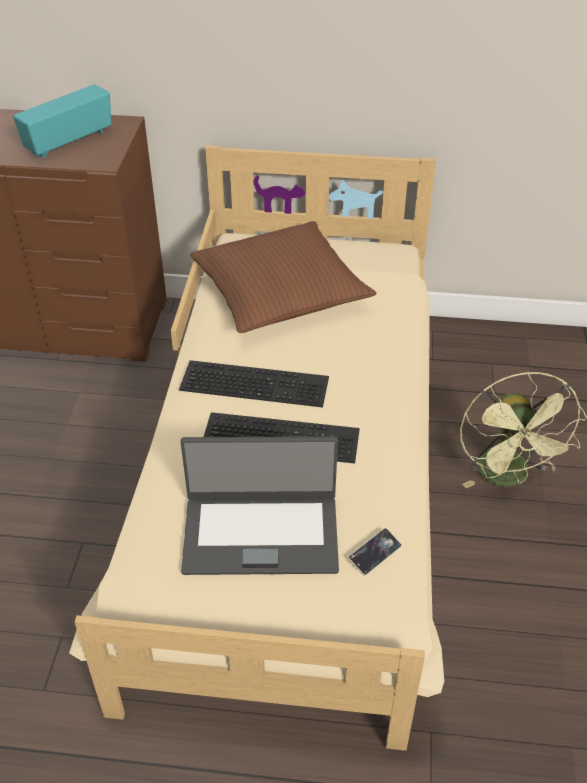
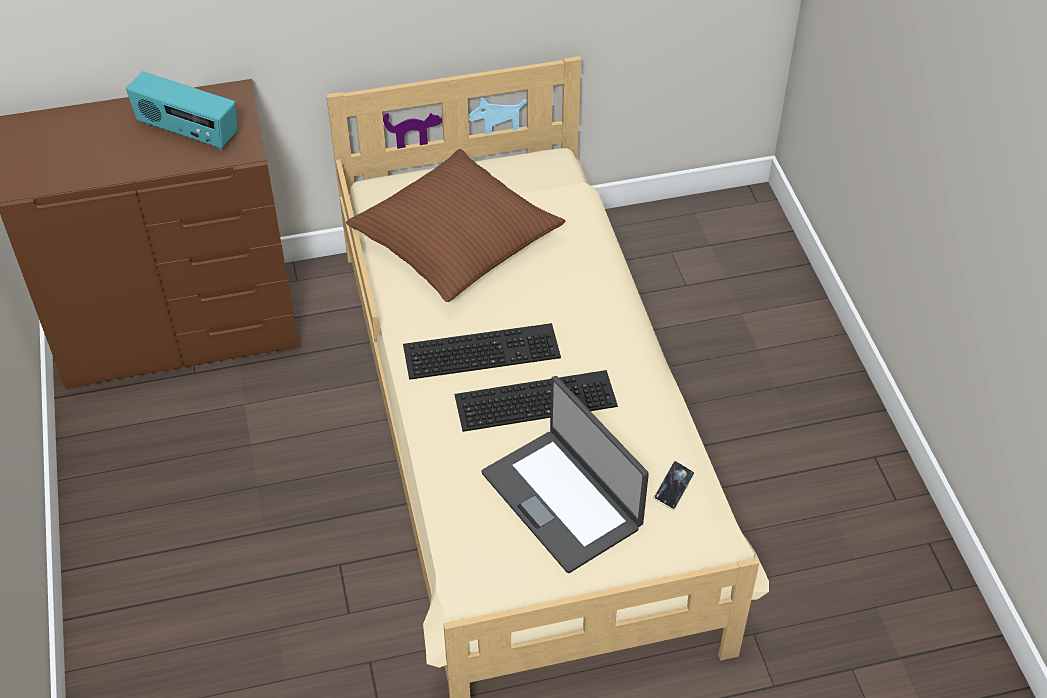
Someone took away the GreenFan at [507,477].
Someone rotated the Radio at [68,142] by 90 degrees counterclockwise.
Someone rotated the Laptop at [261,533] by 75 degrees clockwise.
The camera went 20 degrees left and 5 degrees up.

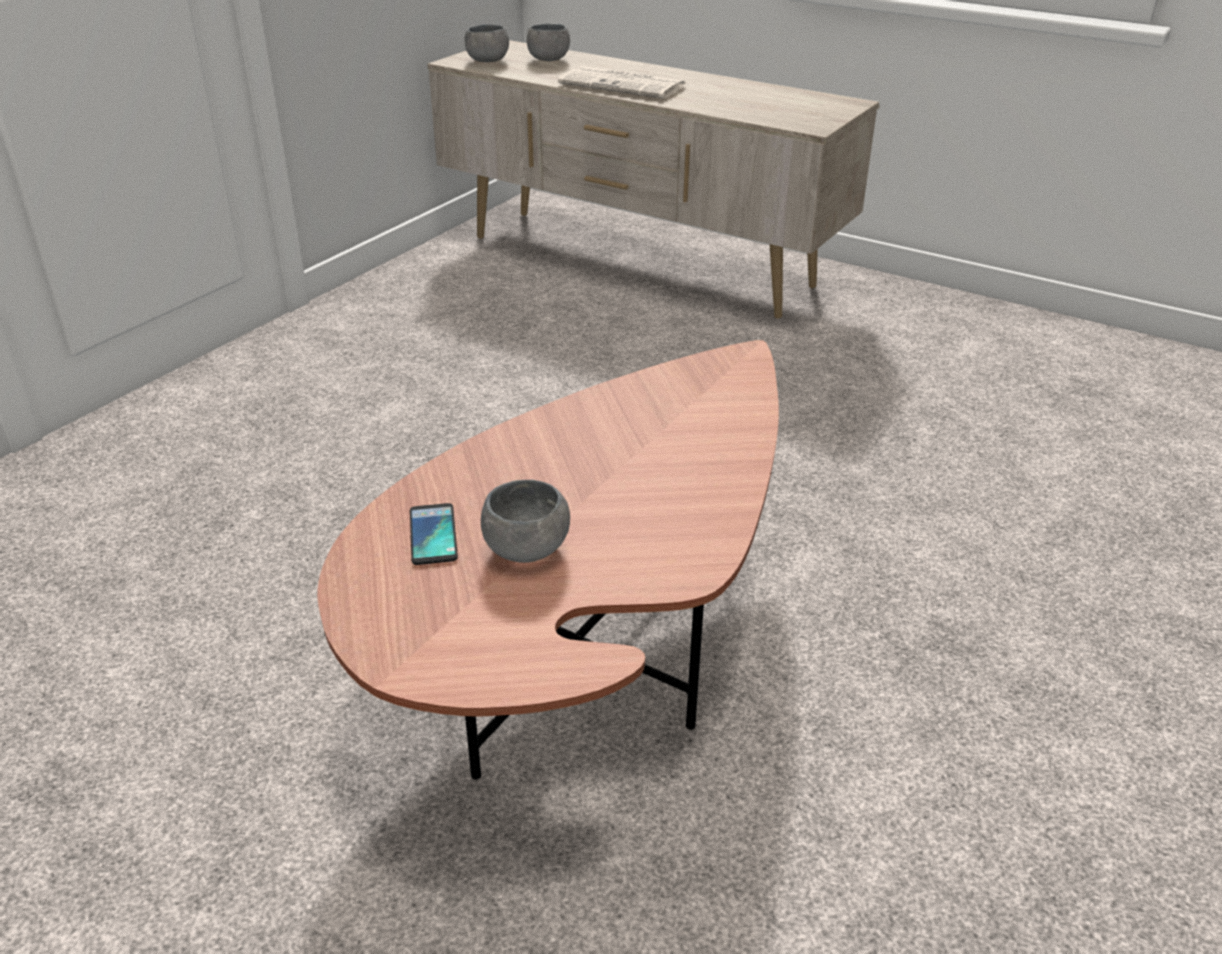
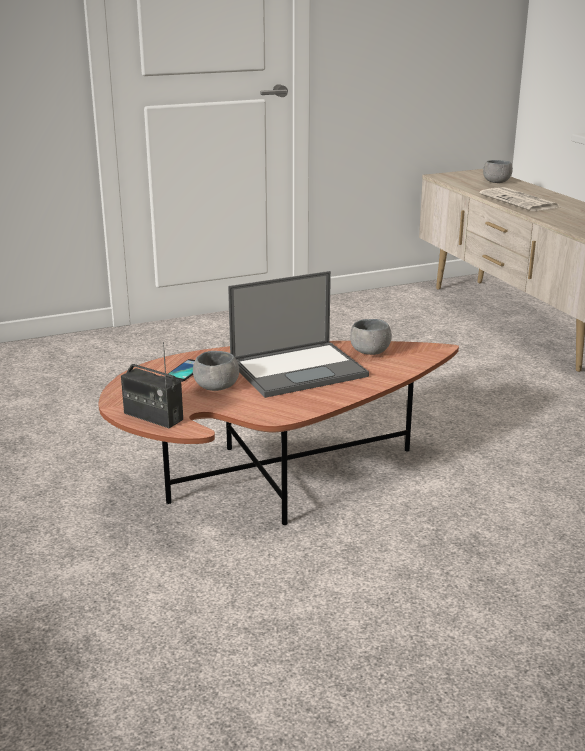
Someone put down the Radio at [153,416].
Someone put down the Laptop at [299,369].
Someone carried the GreyBowl from [488,61] to [370,352].
The camera went 35 degrees right and 10 degrees down.

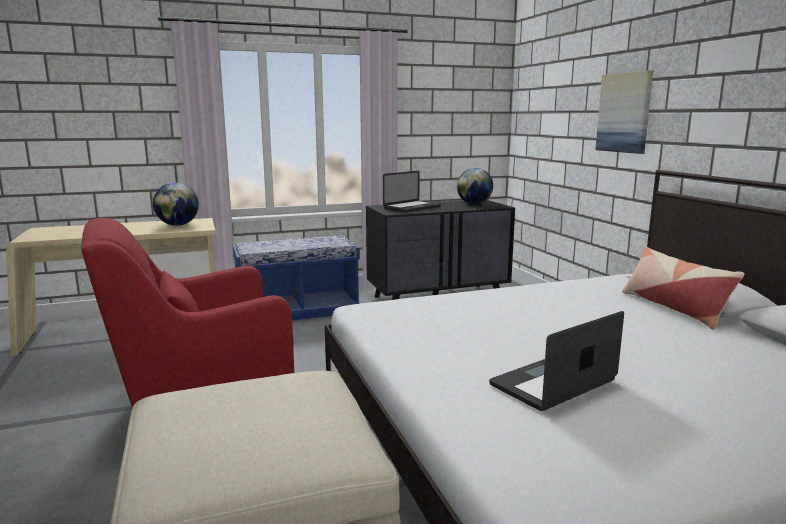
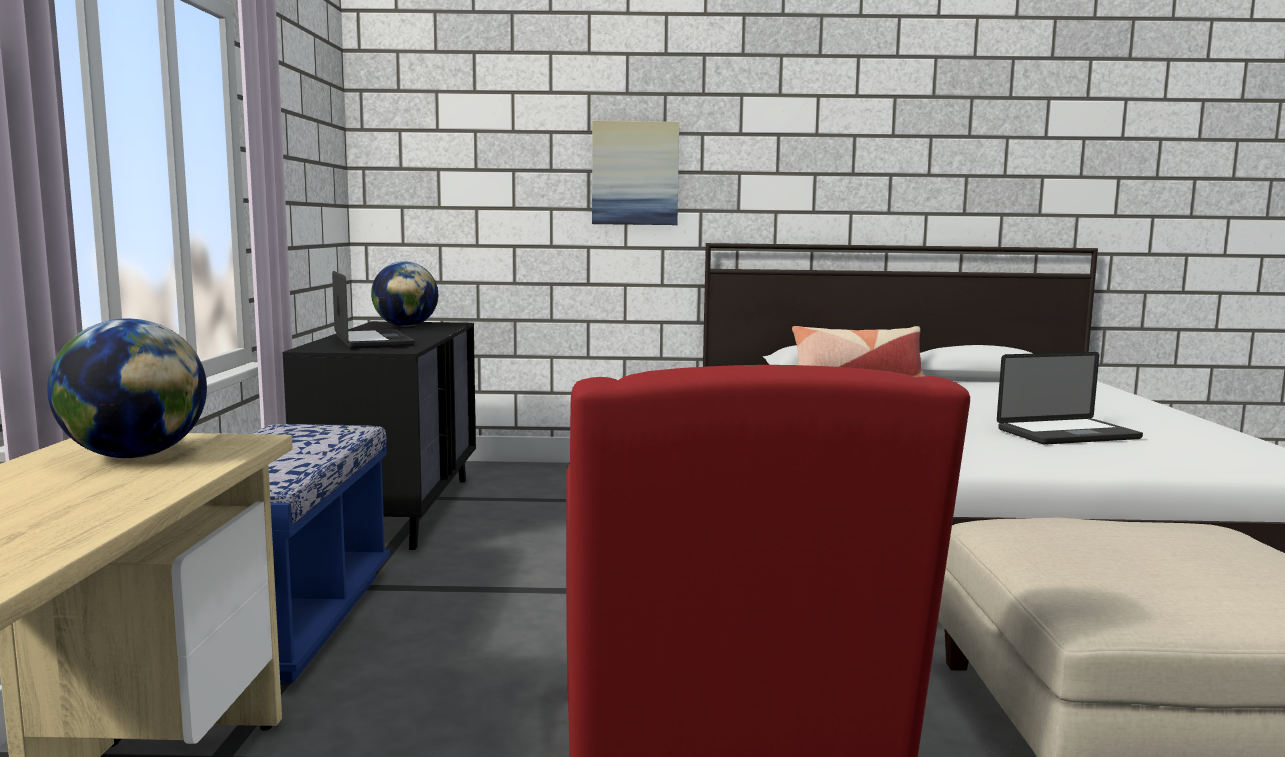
Someone rotated the Laptop at [553,383] by 90 degrees counterclockwise.
The camera went 70 degrees left and 5 degrees down.

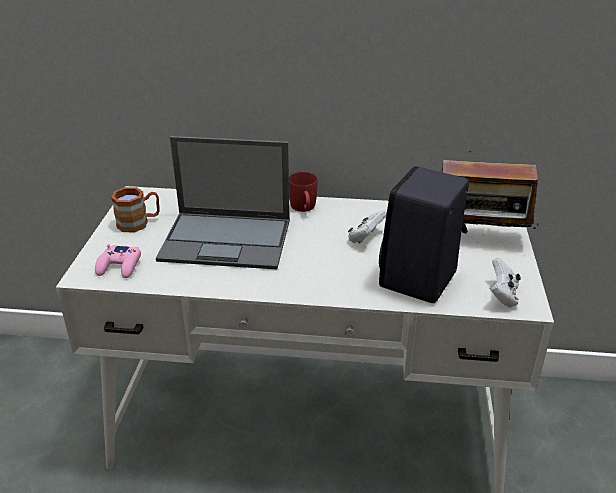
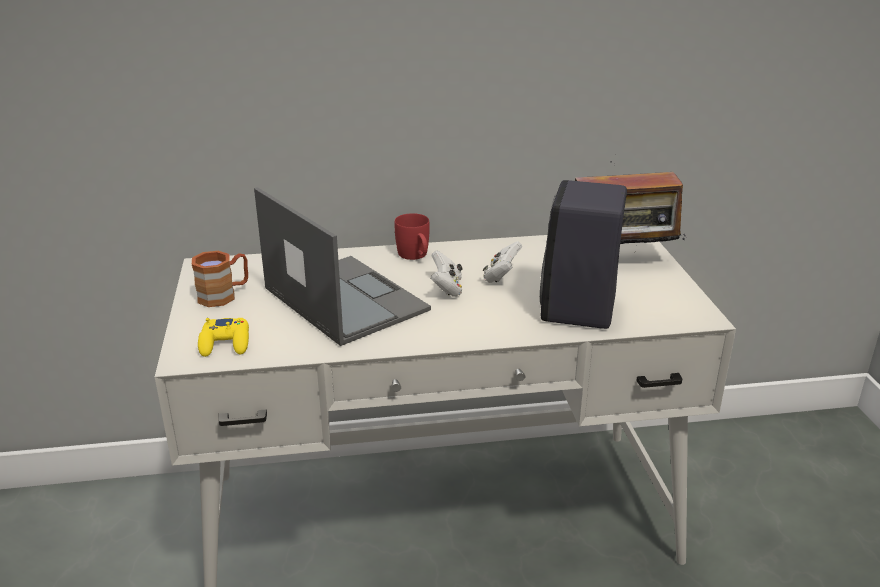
Someone carried the WhiteGameController from [502,296] to [446,288].
Someone repainted the PinkGameController at [120,266], which became the YellowGameController at [226,343].
Someone rotated the Laptop at [228,240] by 120 degrees counterclockwise.
The camera went 15 degrees left and 5 degrees down.

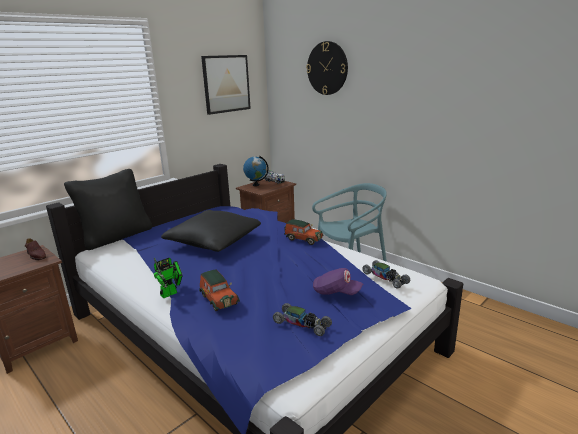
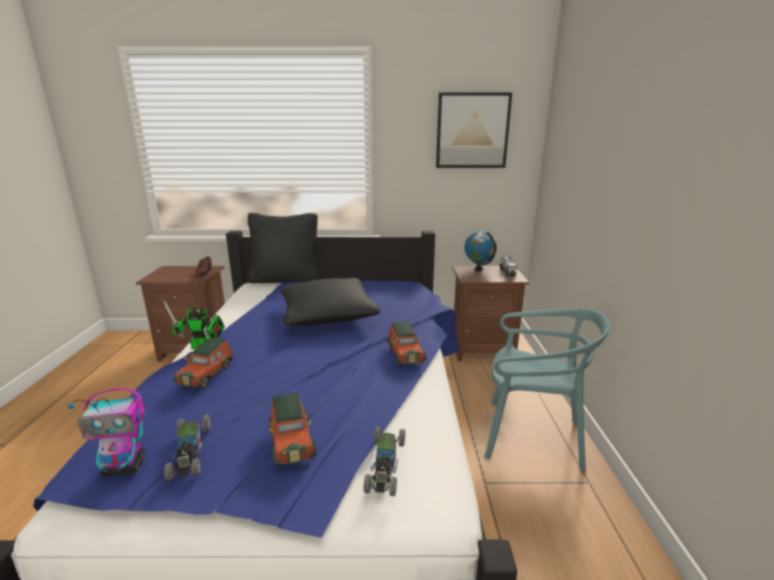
Someone took away the WallClock at [327,68].
Someone put down the ToyRobot at [125,466].
Someone swapped the PurpleCap at [336,292] for the ToyCar at [291,441].
The camera went 45 degrees right and 0 degrees up.

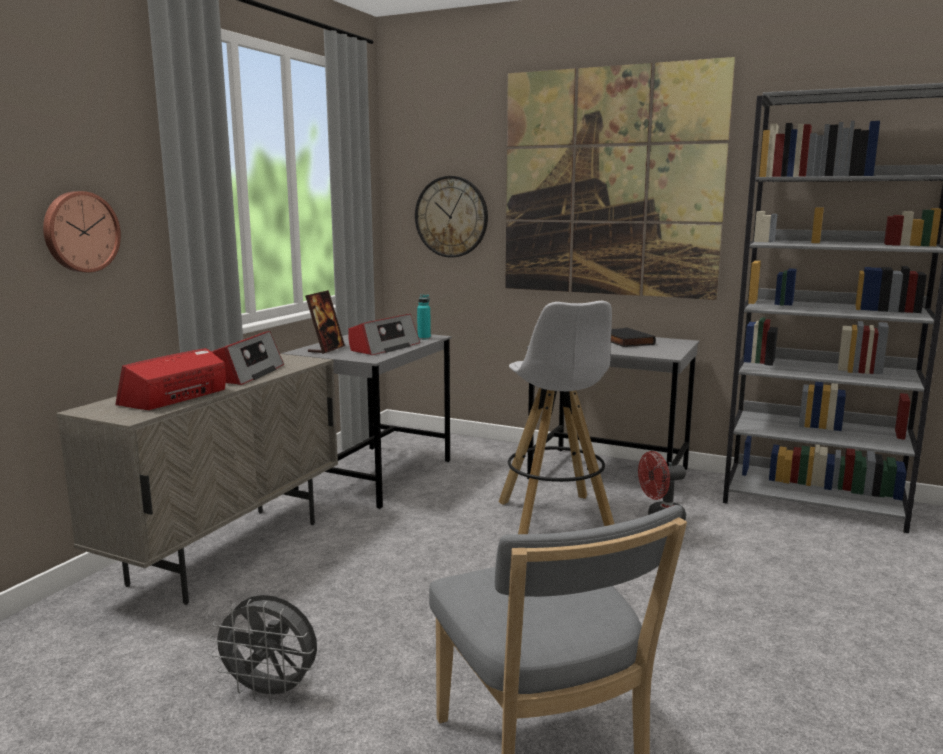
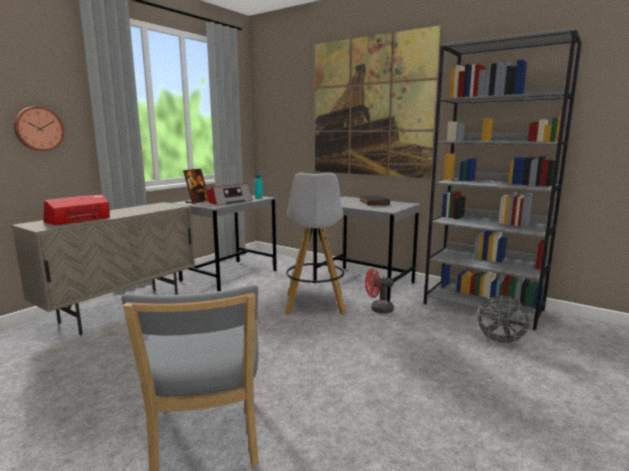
Someone took away the Radio at [245,374].
Someone took away the WallClock at [451,217].
Someone carried the GreyFan from [271,692] to [500,342].
The camera went 10 degrees right and 0 degrees up.

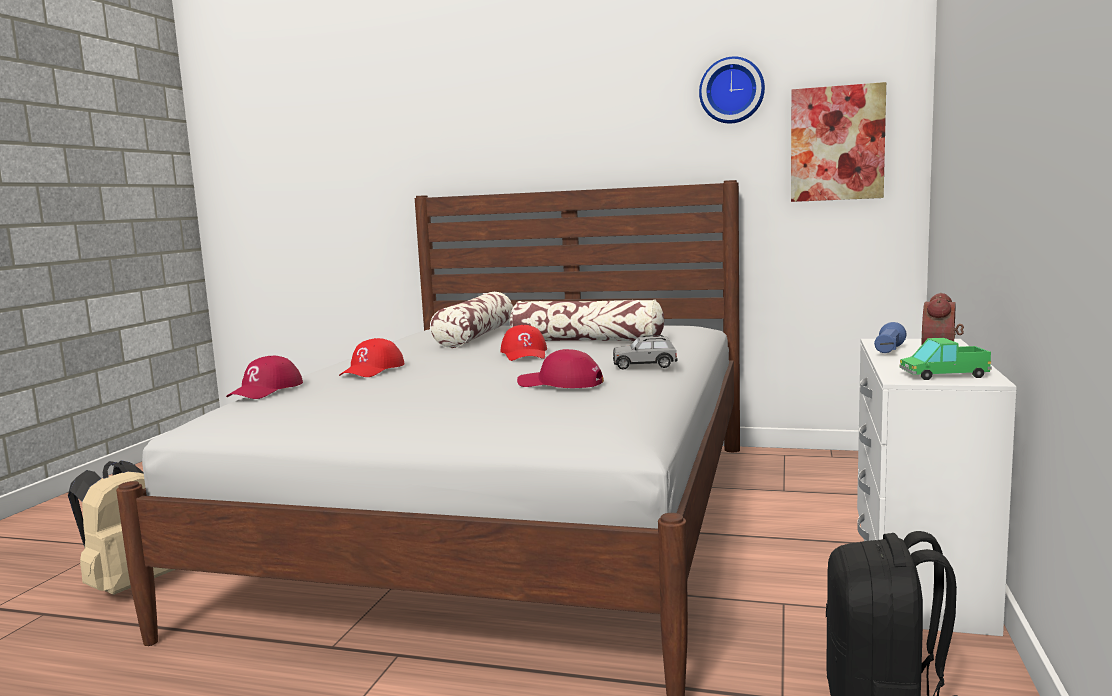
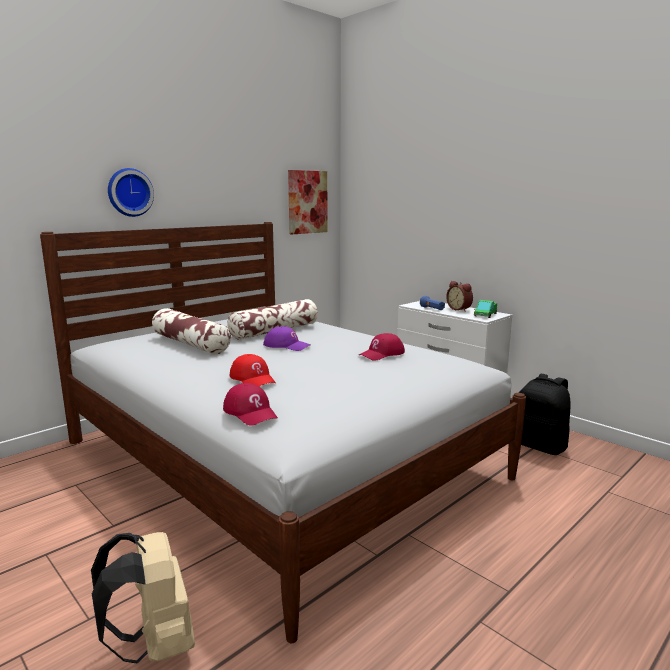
Someone took away the GreyToyCar at [644,365].
Someone carried the WallClock from [731,91] to [129,192].
Someone repainted the RedCap at [525,354], which became the PurpleCap at [287,346].
The camera went 60 degrees left and 5 degrees up.

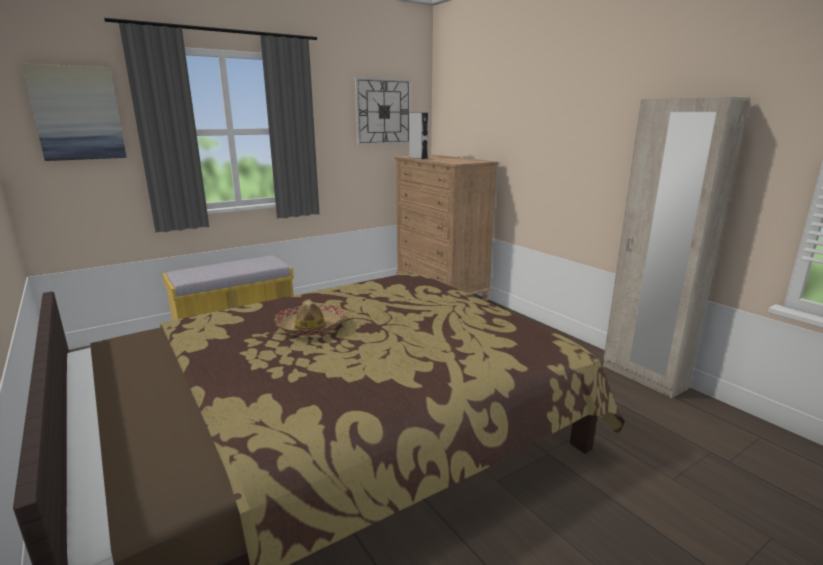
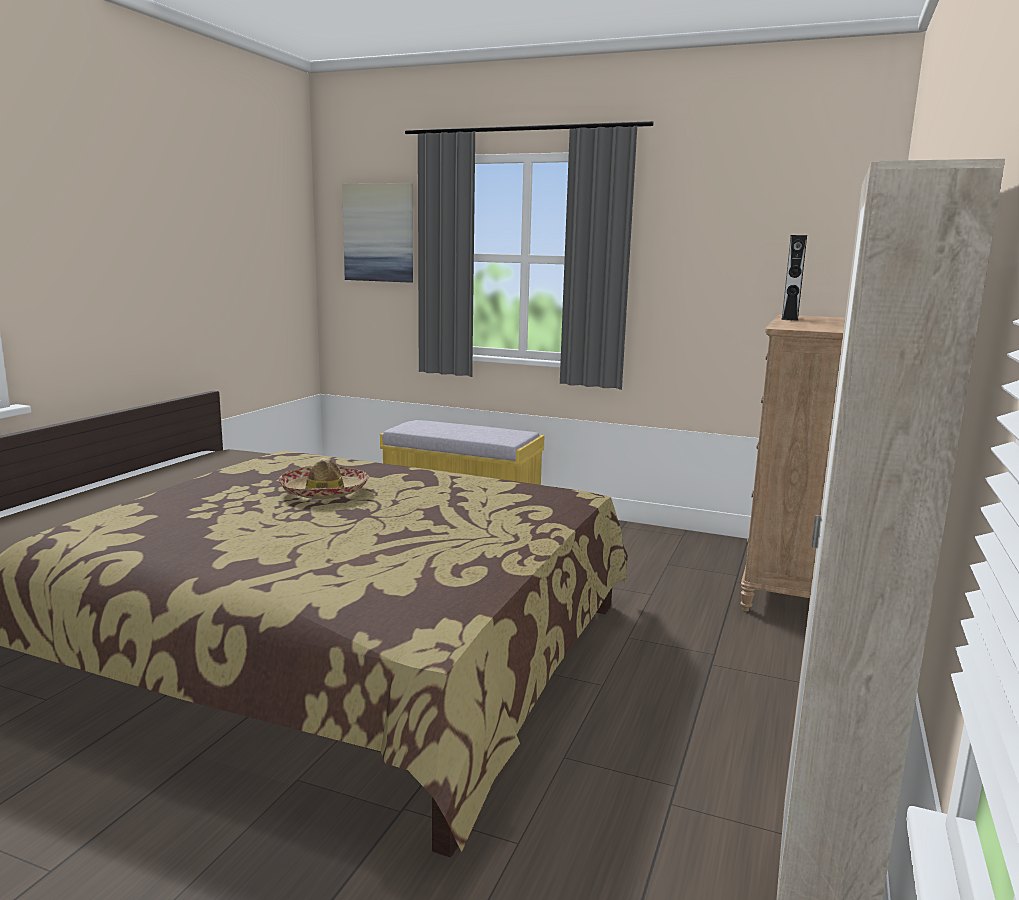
Someone took away the WallClock at [383,112].
The camera went 55 degrees right and 5 degrees down.

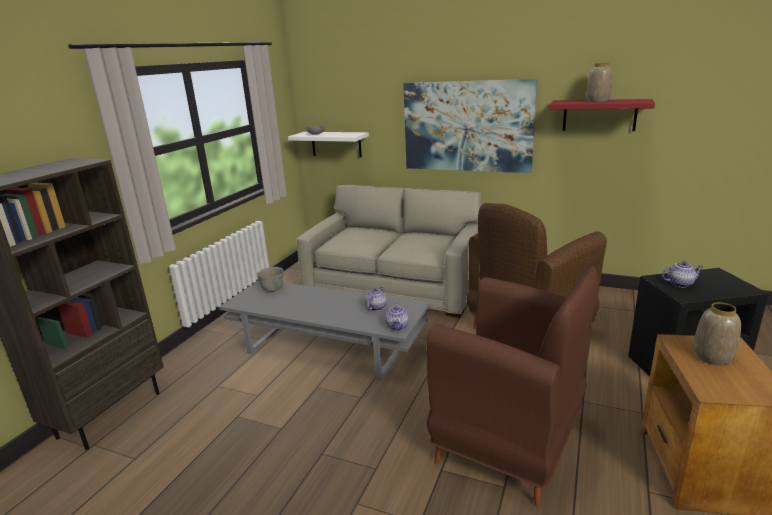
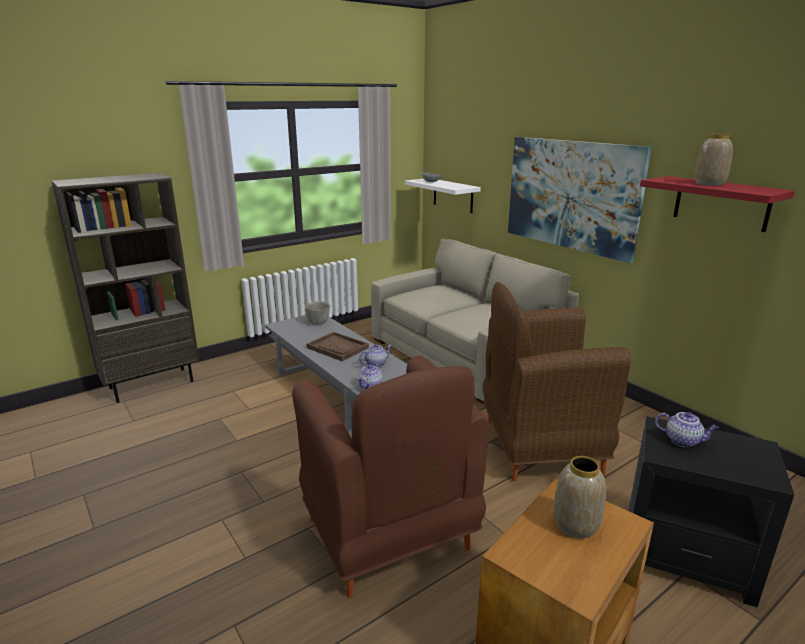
Someone put down the BrownTray at [338,348].
The camera went 30 degrees right and 0 degrees up.

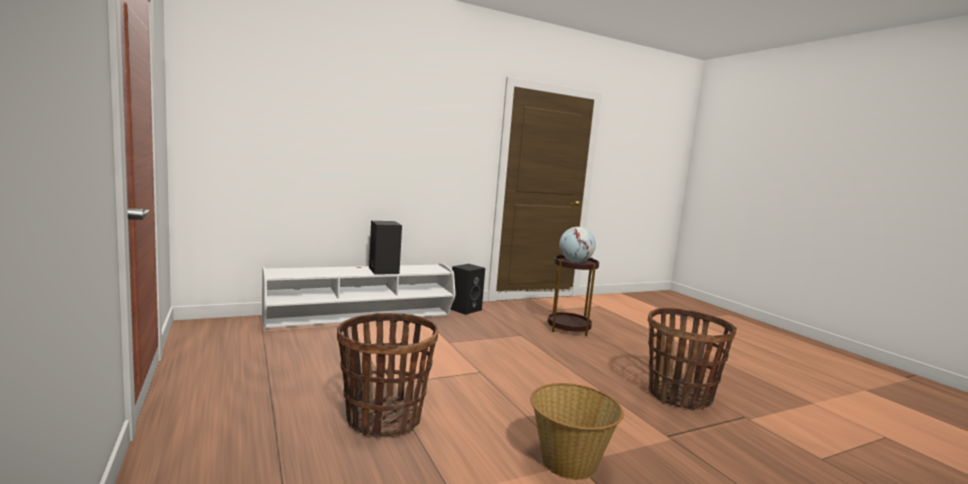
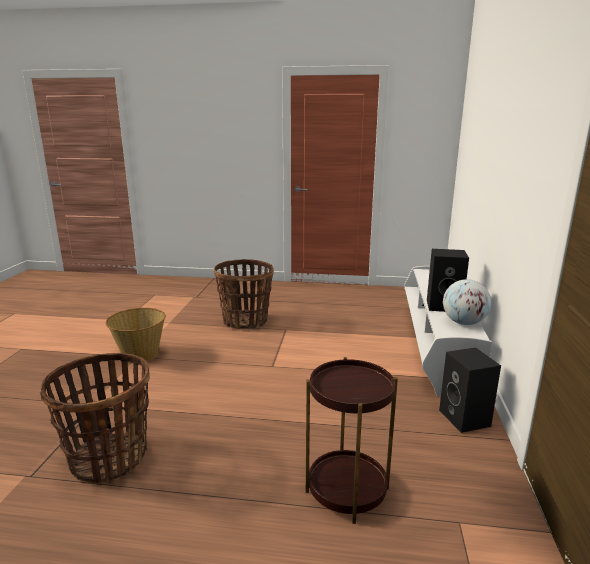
Someone carried the Globe from [575,262] to [463,323].
The camera went 125 degrees right and 10 degrees up.

